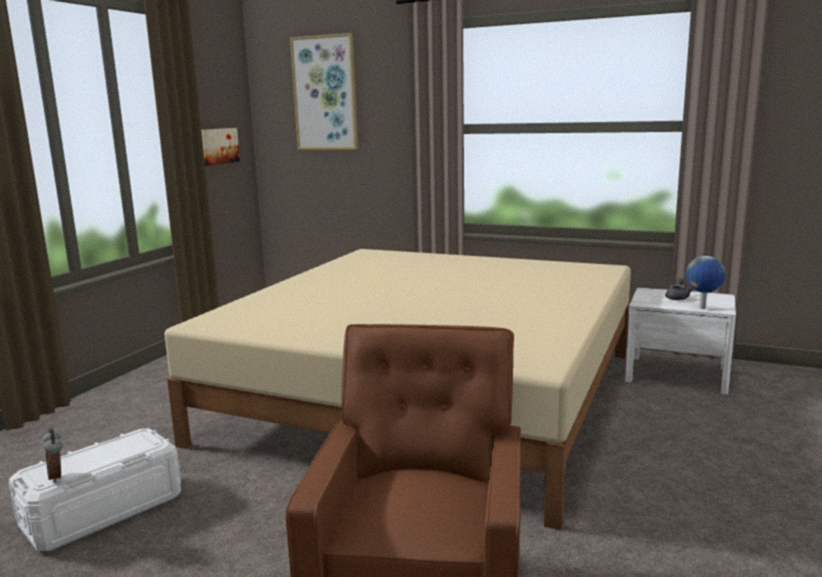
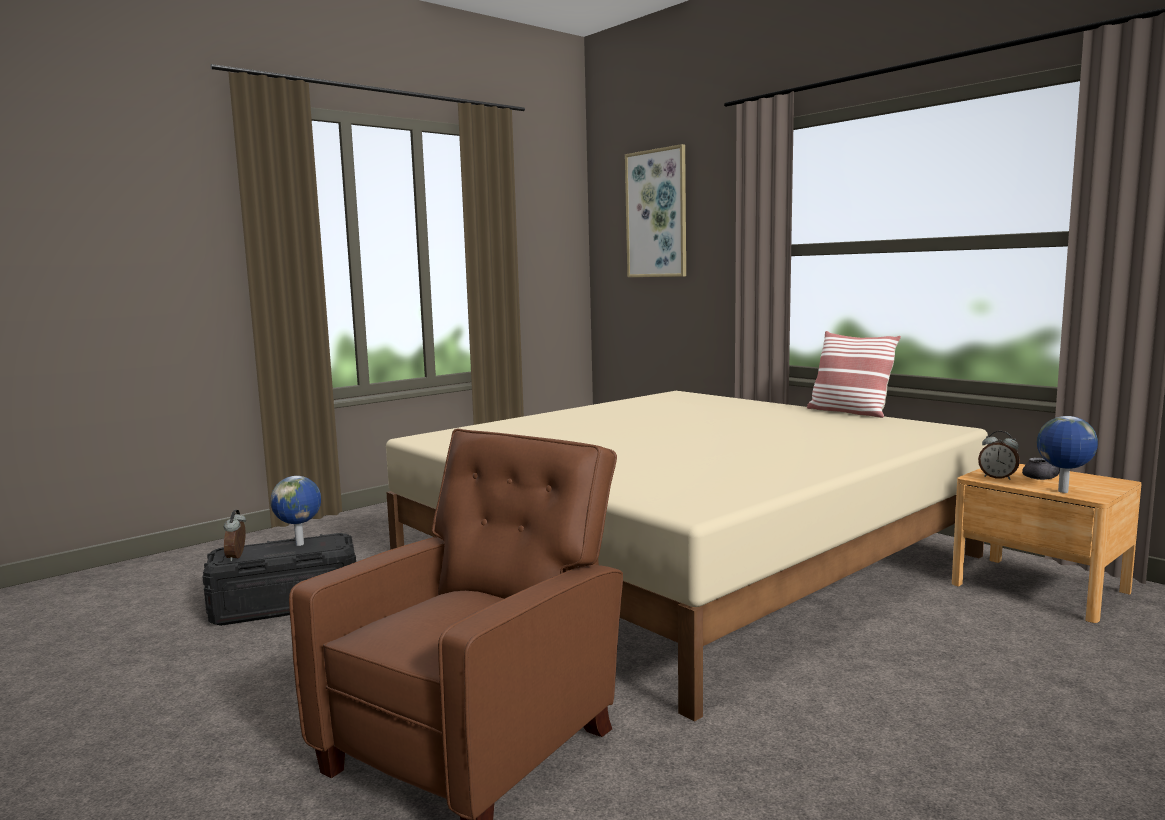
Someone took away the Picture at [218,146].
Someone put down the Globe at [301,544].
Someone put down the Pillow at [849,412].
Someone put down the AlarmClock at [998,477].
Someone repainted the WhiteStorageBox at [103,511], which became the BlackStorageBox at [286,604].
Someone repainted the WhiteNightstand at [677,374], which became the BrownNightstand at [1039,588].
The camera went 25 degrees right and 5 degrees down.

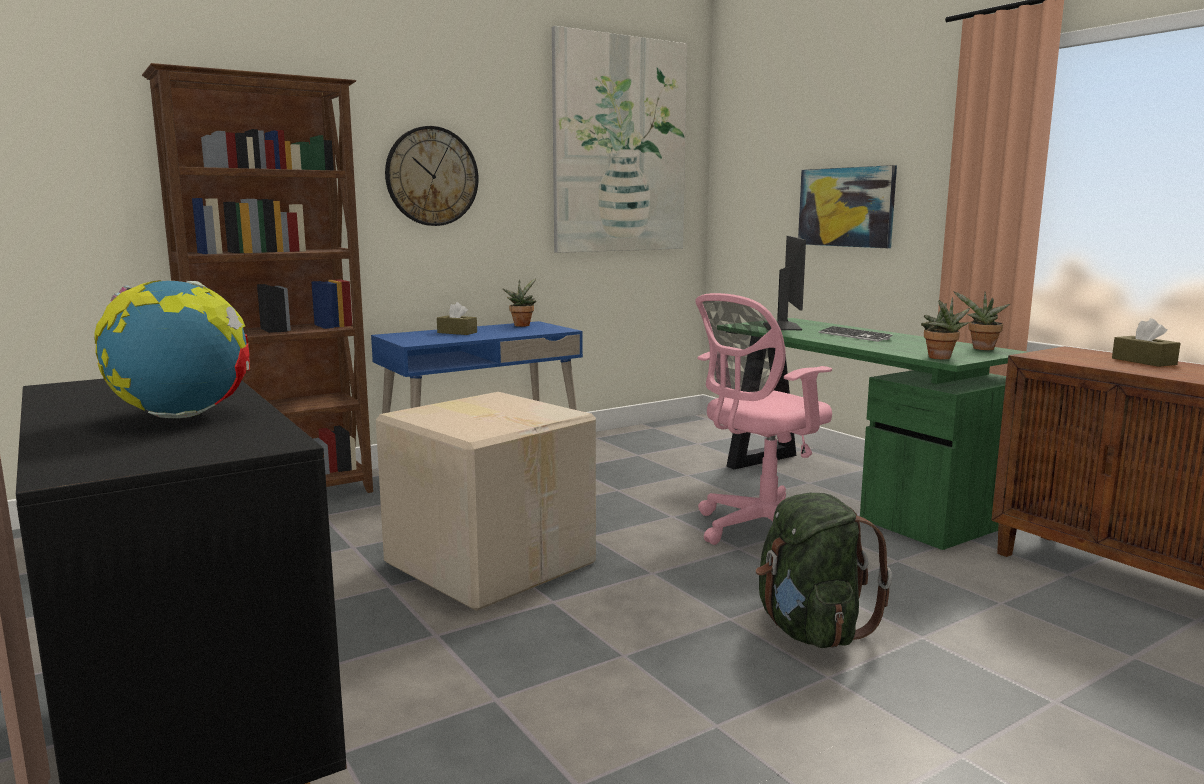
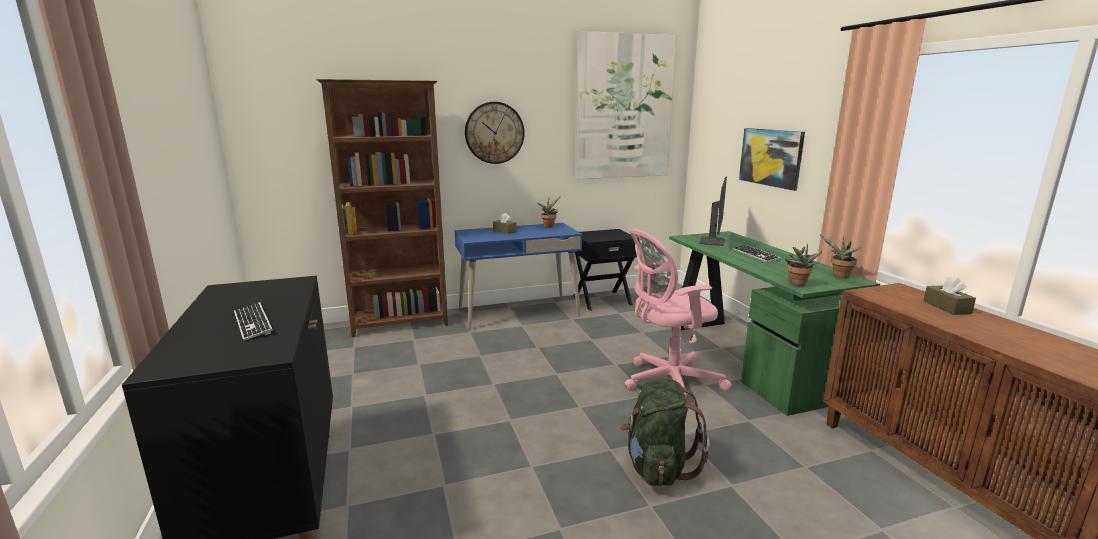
Someone took away the CardboardBox at [491,562].
Someone put down the BlackNightstand at [602,300].
Someone swapped the Globe at [182,416] for the Keyboard at [252,322].
The camera went 15 degrees right and 5 degrees up.

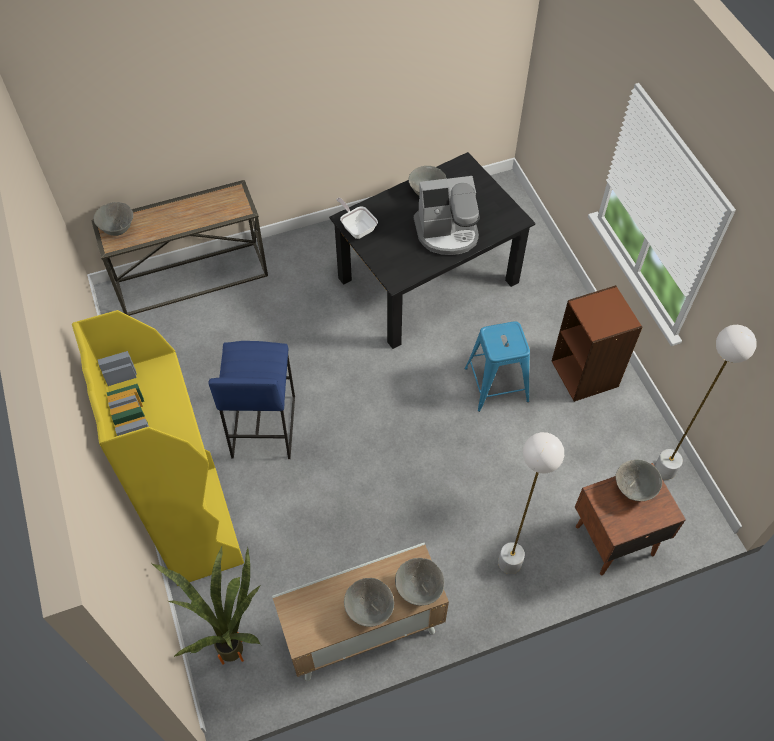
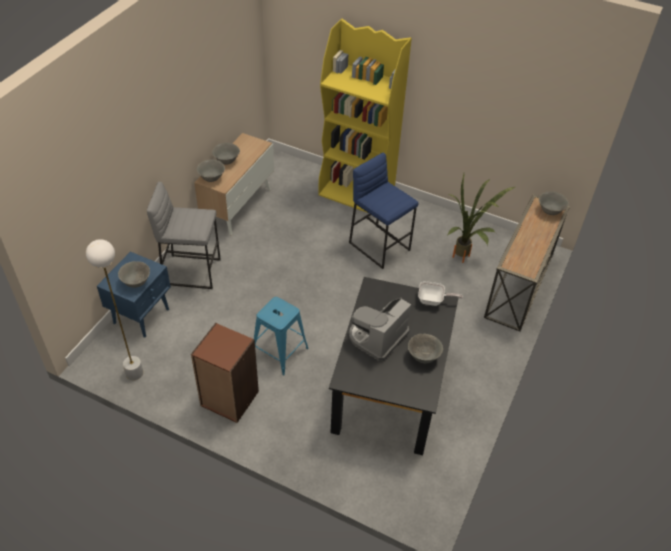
Someone carried the PottedPlant from [234,643] to [464,260].
Someone swapped the WhiteFloorLamp at [509,563] for the GreyStool at [192,271].
Someone repainted the BrownNightstand at [613,540], which became the BlueNightstand at [142,315].
The camera went 135 degrees right and 10 degrees down.

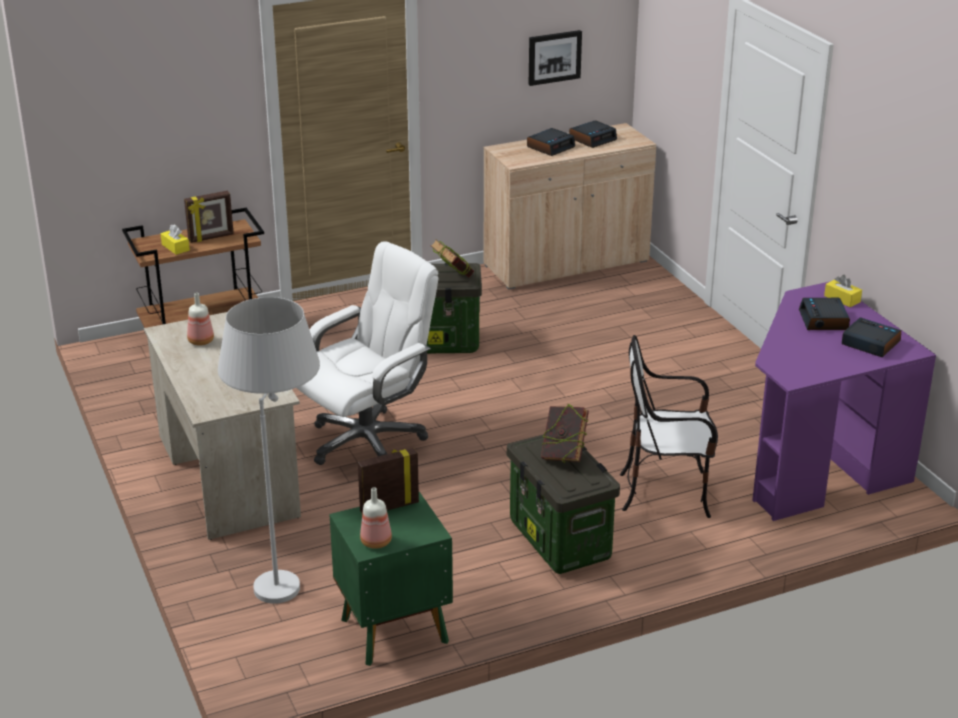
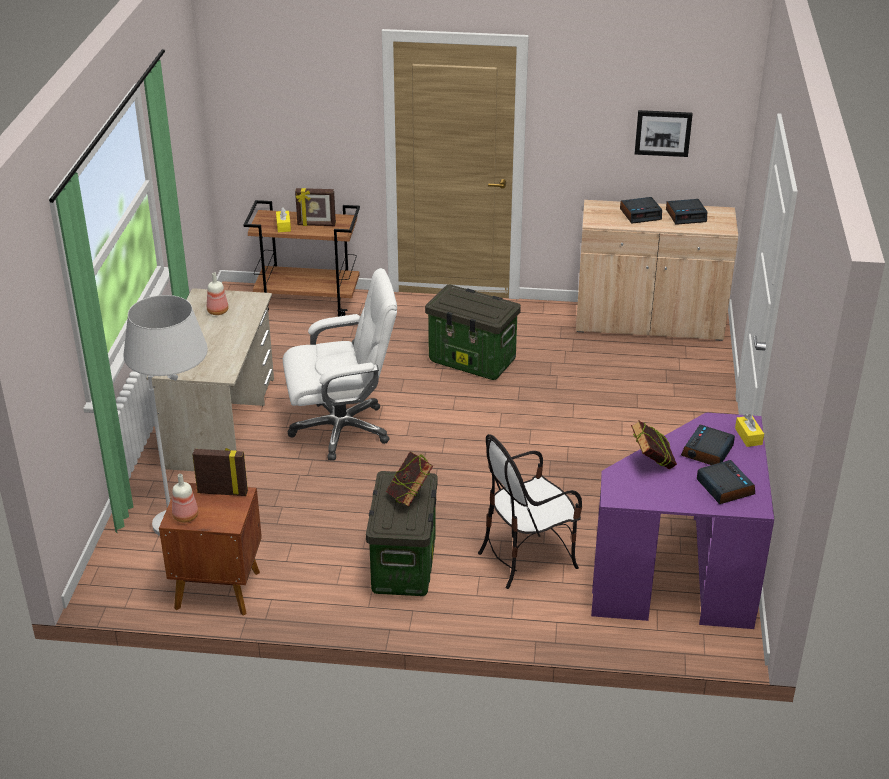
Someone carried the Book from [452,278] to [651,464].
Someone repainted the GreenNightstand at [392,629], which became the BrownNightstand at [217,588].
Someone rotated the Chair at [666,493] by 60 degrees counterclockwise.
The camera went 30 degrees right and 5 degrees up.

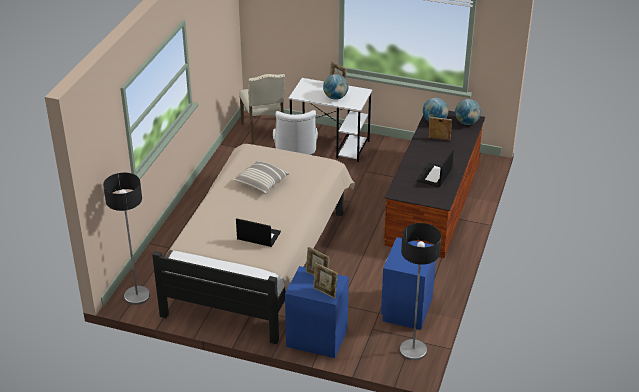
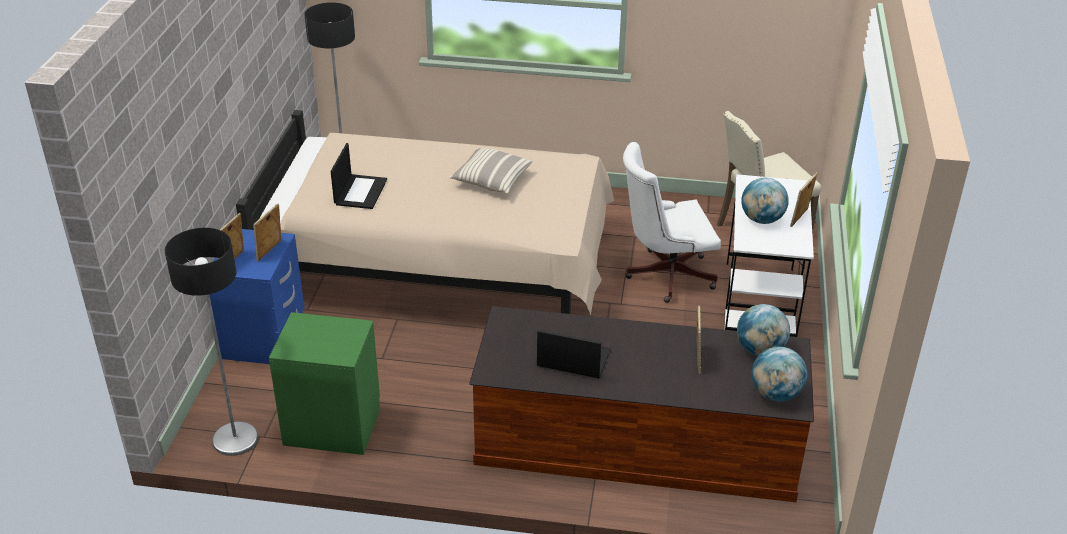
Someone repainted the BlueNightstand at [406,309], which became the GreenNightstand at [333,425].
The camera went 80 degrees right and 0 degrees up.

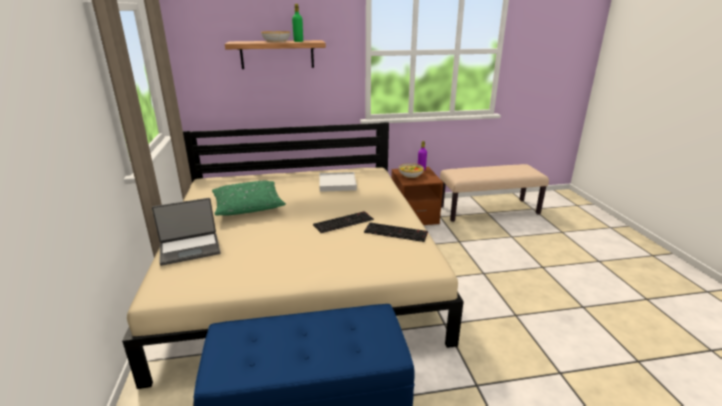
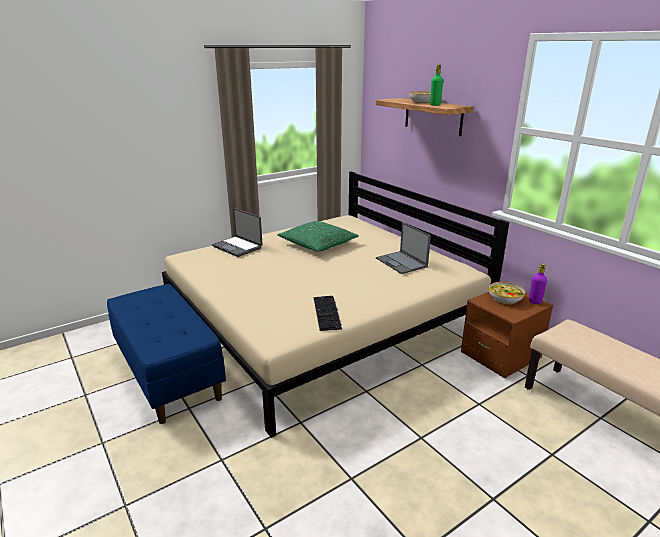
Someone took away the Keyboard at [343,222].
Someone swapped the WhiteTray at [337,184] for the Laptop at [402,263].
The camera went 65 degrees right and 0 degrees up.

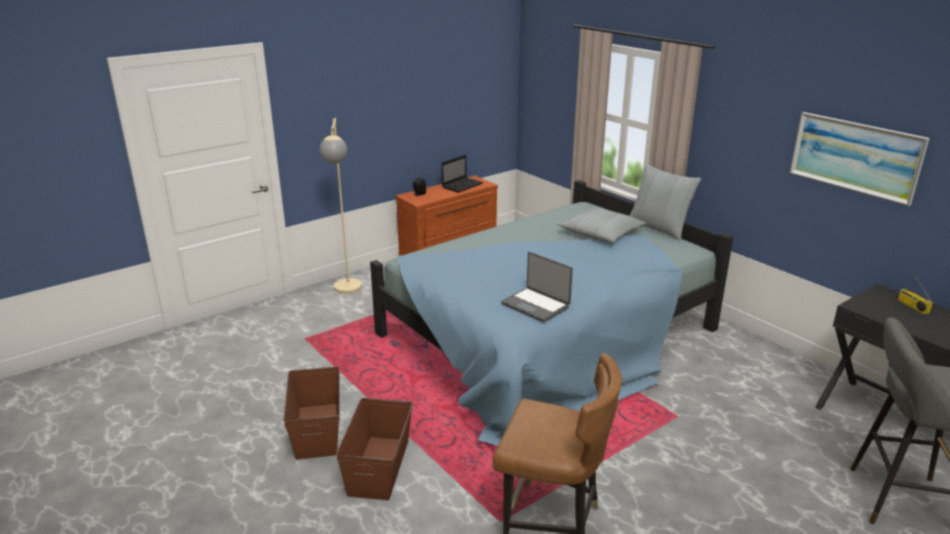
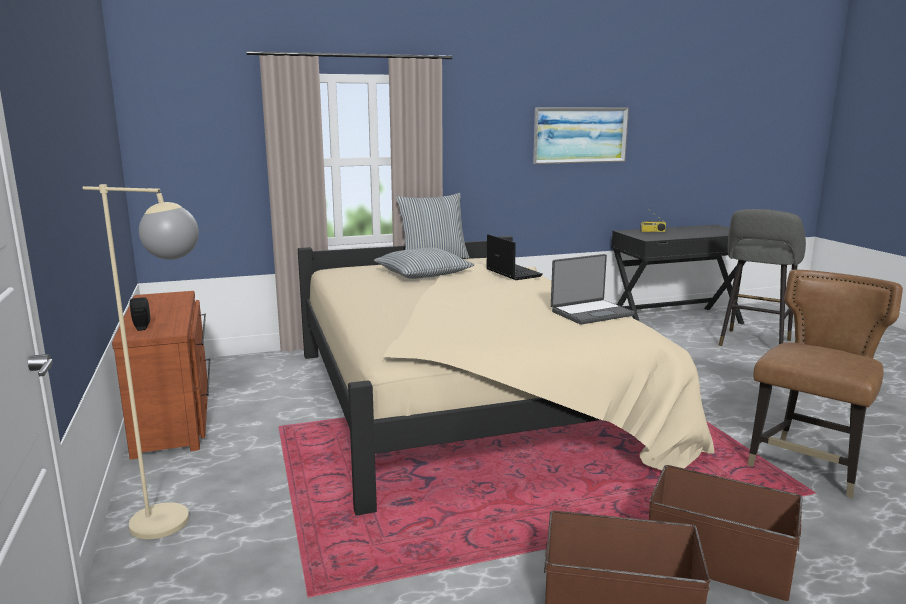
Someone carried the Laptop from [463,185] to [512,273].
Someone repainted the BlueBed at [547,338], which became the BeigeBed at [468,402].
The camera went 70 degrees left and 10 degrees down.

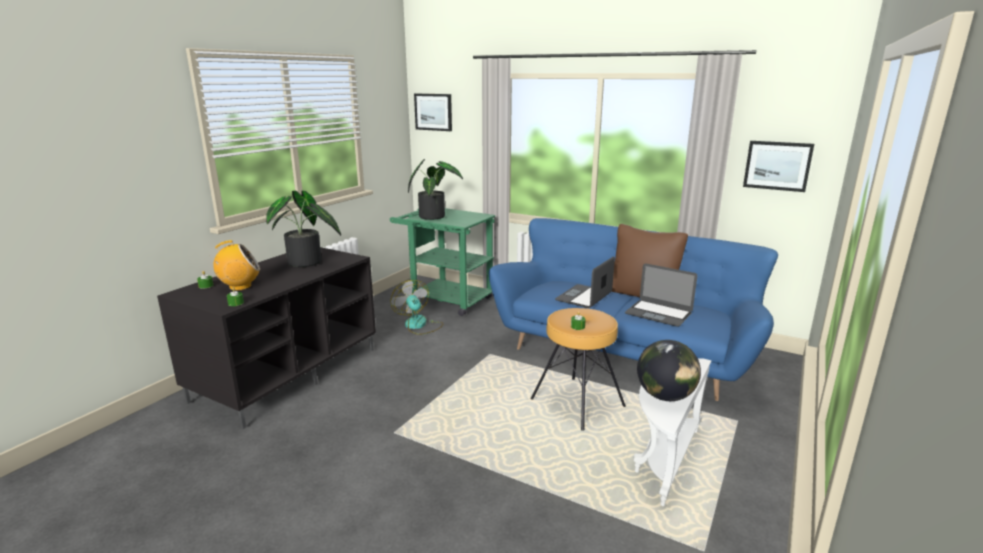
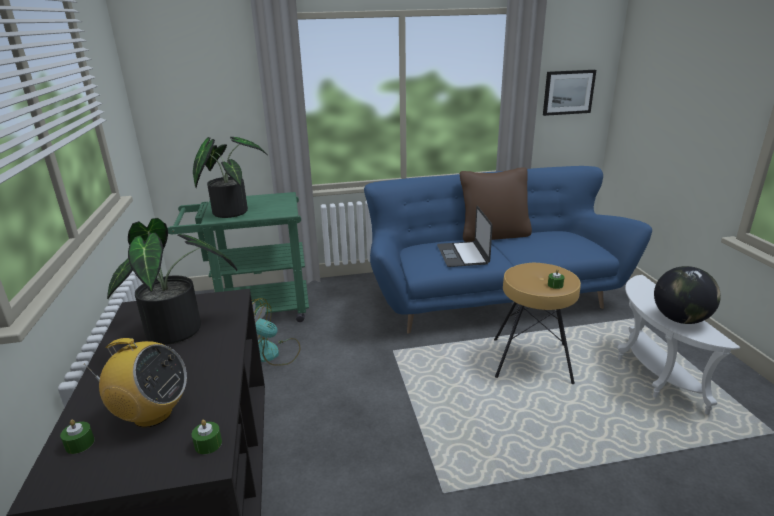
Someone took away the Picture at [433,112].
Someone took away the Laptop at [658,313].
Someone rotated the Radio at [240,287] by 75 degrees clockwise.
The camera went 40 degrees left and 5 degrees up.

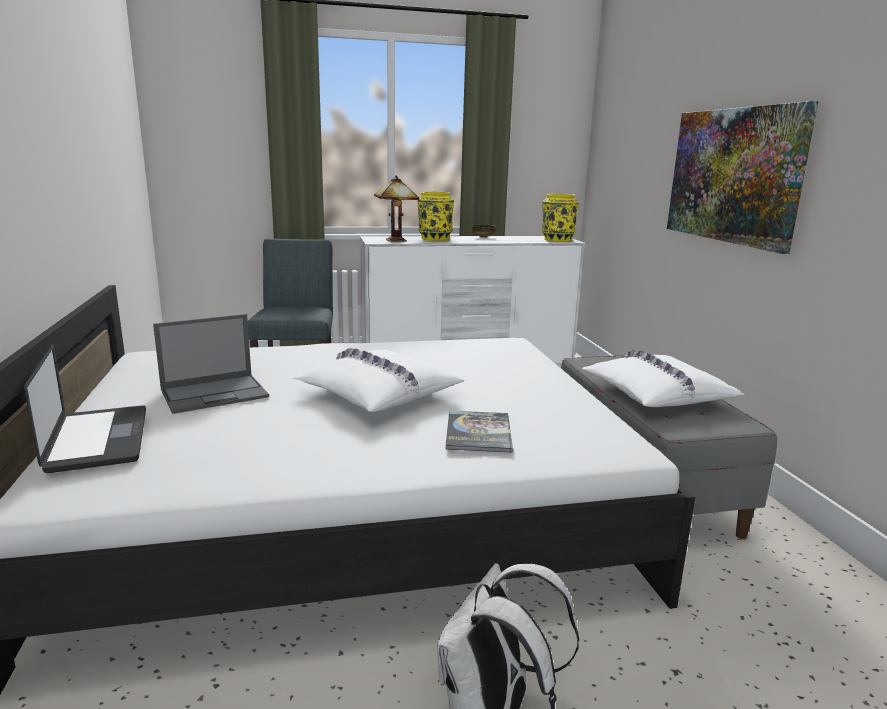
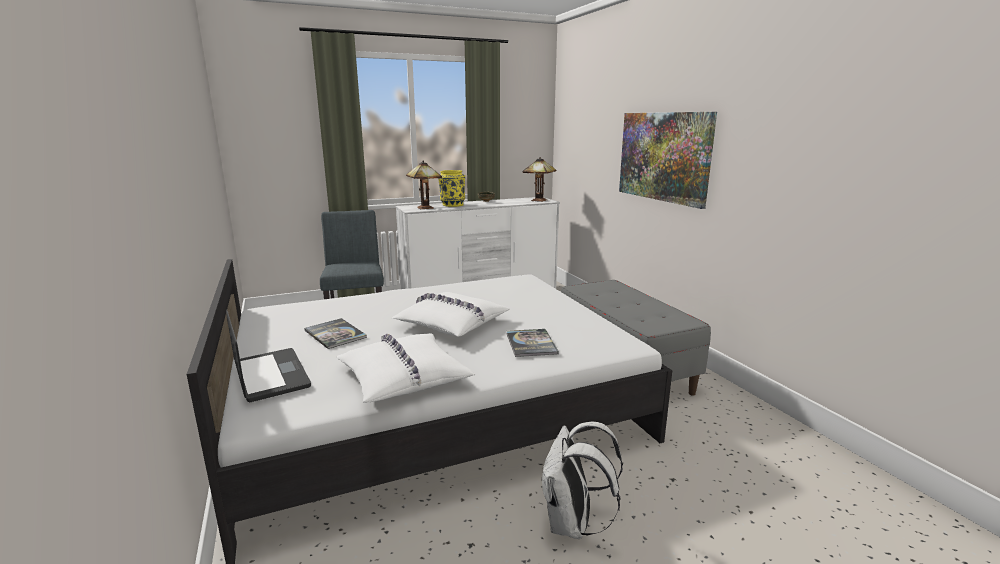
Someone carried the WhitePillow from [655,394] to [403,377].
Someone swapped the Laptop at [216,393] for the Book at [335,334].
Someone swapped the YellowVase at [557,240] for the TableLamp at [539,200].
The camera went 10 degrees left and 0 degrees up.

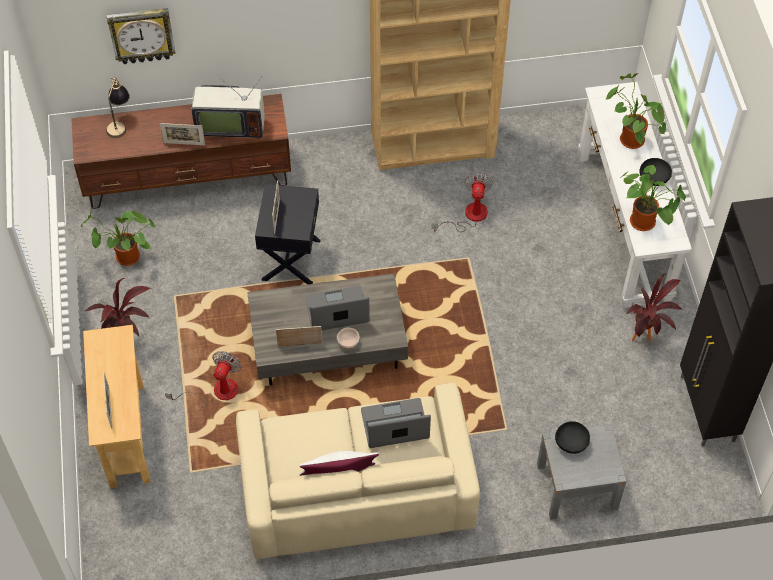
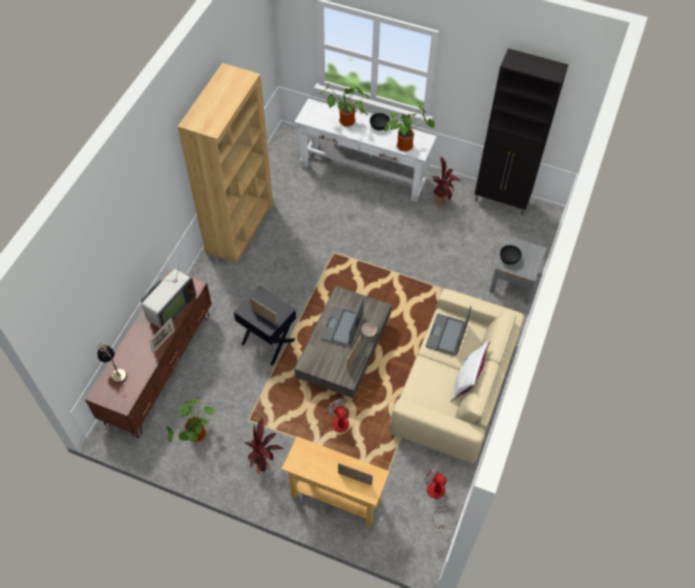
Someone took away the WallClock at [142,35].
Someone carried the Fan from [469,216] to [436,497].
The camera went 60 degrees left and 0 degrees up.

